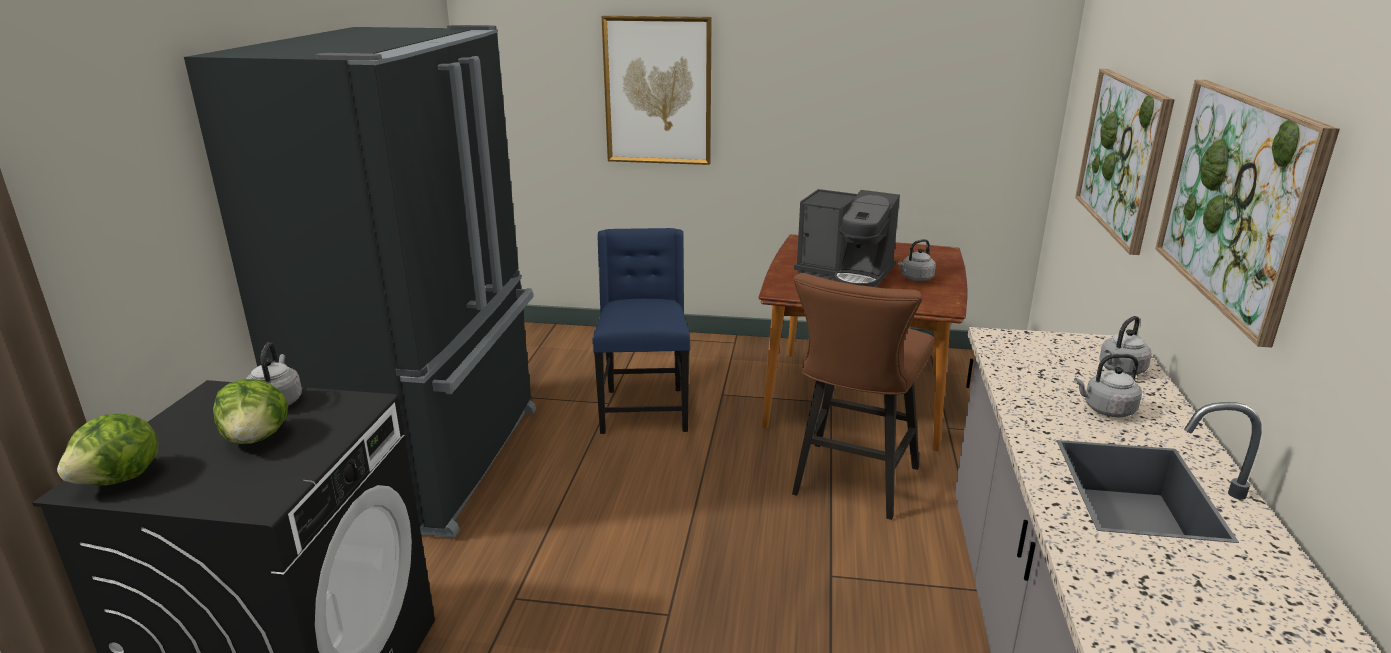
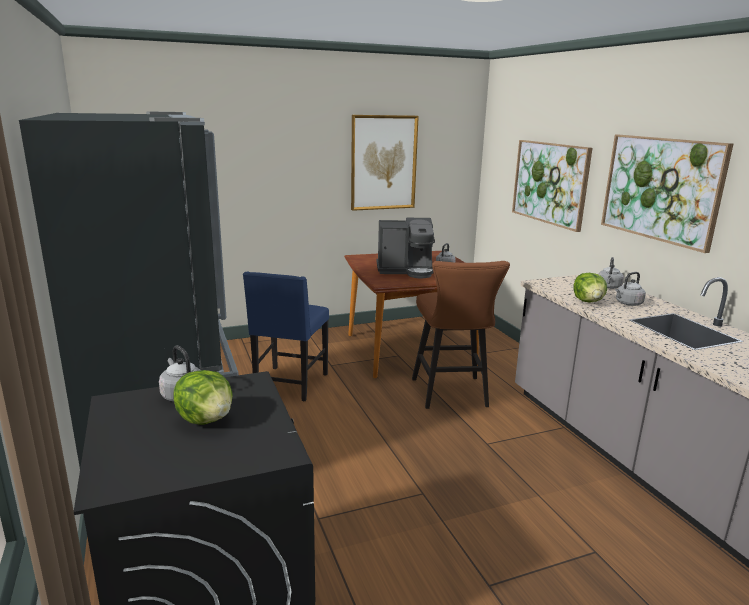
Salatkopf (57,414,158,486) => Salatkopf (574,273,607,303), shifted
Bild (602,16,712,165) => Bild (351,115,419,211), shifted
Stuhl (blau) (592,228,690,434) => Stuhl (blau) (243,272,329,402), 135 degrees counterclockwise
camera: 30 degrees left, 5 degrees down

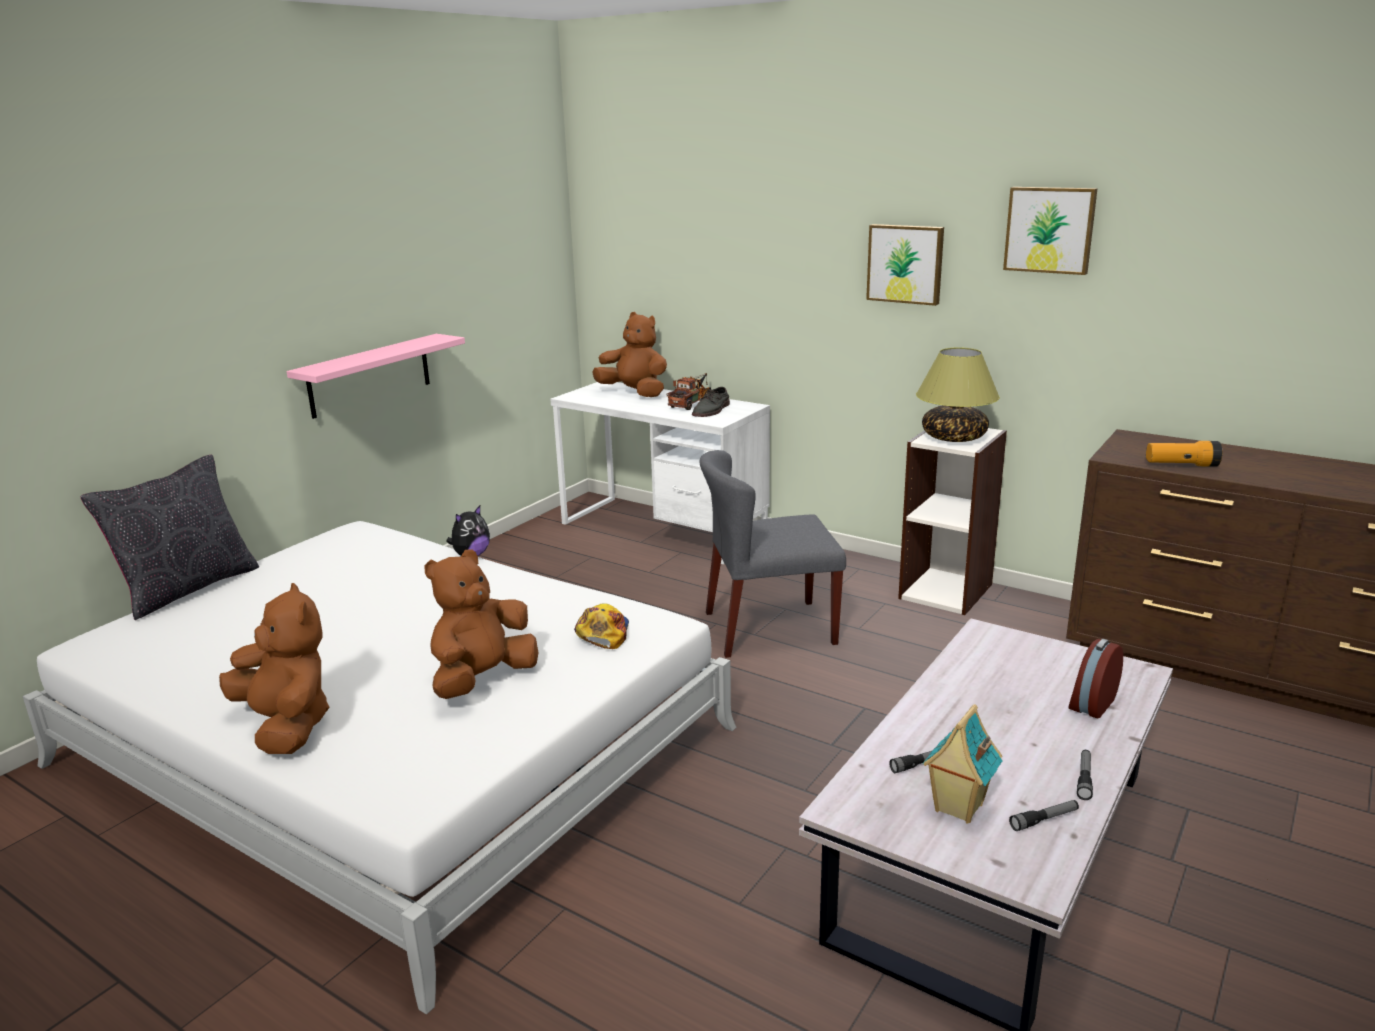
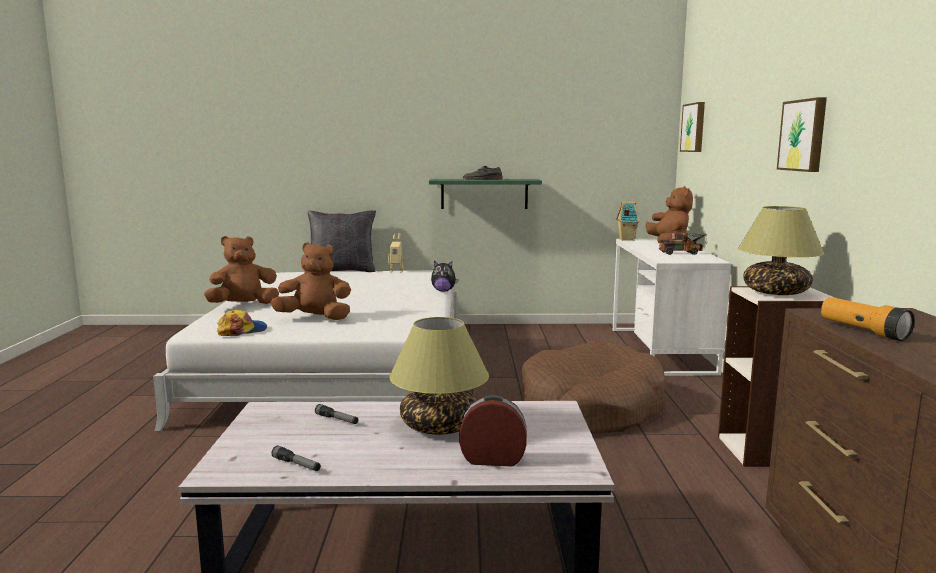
Taschenlampe (1077,750,1093,800) => nothing
nothing => Spielzeugroboter (388,233,403,273)
nothing => Tischlampe (389,317,489,435)
Kappe (574,603,629,649) => Kappe (217,310,267,336), shifted
Schuh (grau) (692,387,730,417) => Schuh (grau) (463,166,503,180), shifted
Spielzeughaus (923,704,1003,823) => Spielzeughaus (616,202,640,241), shifted
Bild (1003,187,1098,275) => Bild (680,102,705,152), shifted
Stuhl (grau) (699,450,846,658) => Hundebett (braun) (522,341,666,434)
Wandregal (rosa) (286,334,465,419) => Wandregal (grün) (429,179,542,209)
Plüschtier (braun) (219,583,330,754) => Plüschtier (braun) (204,236,279,304), 135 degrees counterclockwise
camera: 55 degrees right, 10 degrees down

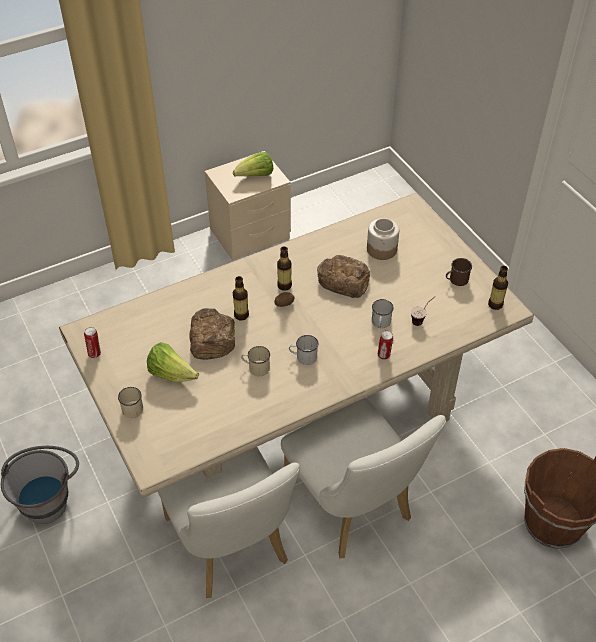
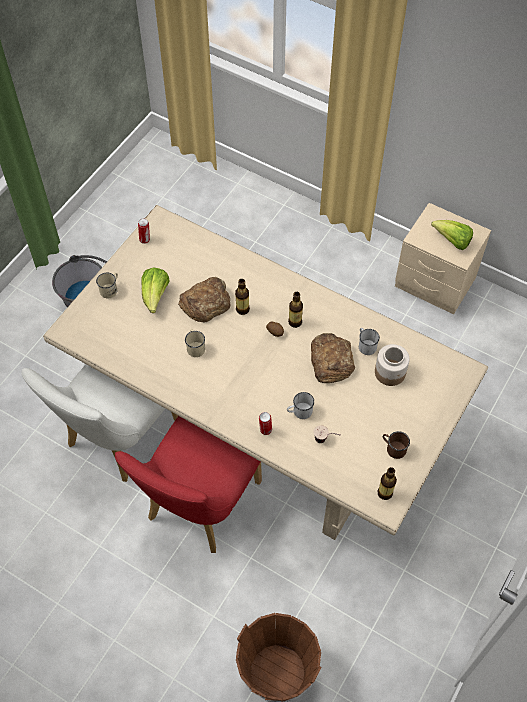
Henkelbecher (weiß) (289,335,318,365) => Henkelbecher (weiß) (359,328,380,355), shifted
Stuhl (weiß) (281,398,446,558) => Stuhl (rot) (115,416,262,553)
camera: 60 degrees right, 10 degrees up

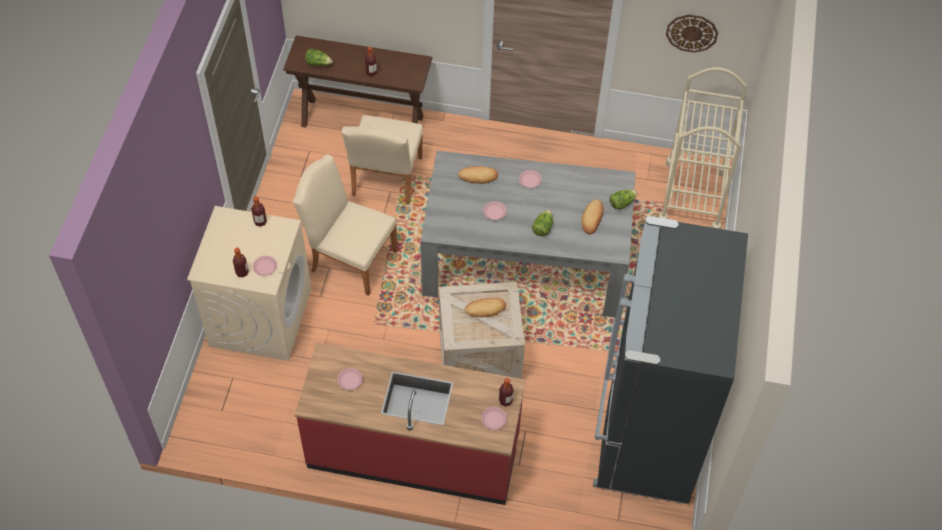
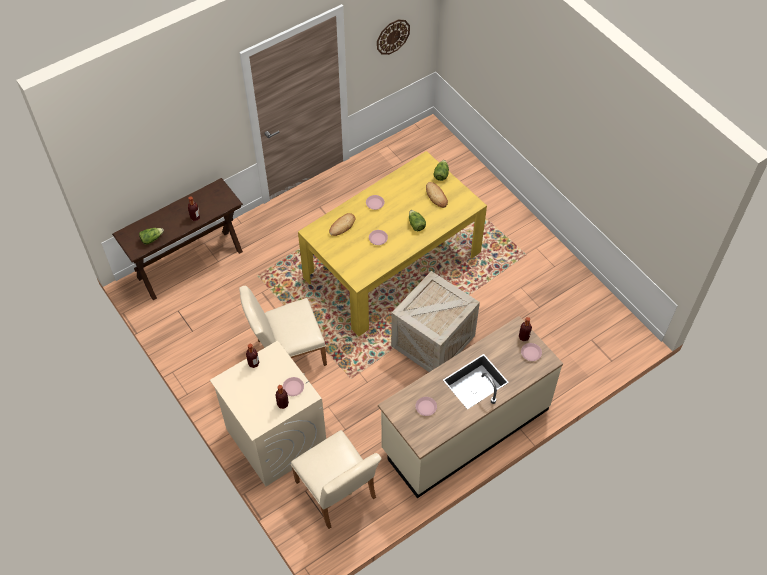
Brot (464,298,506,317) => nothing
Kühlschrank (schwarz) (593,216,748,504) => nothing
Rollwagen (beige) (658,67,747,229) => nothing
Stuhl (beige) (341,115,423,205) => Stuhl (beige) (291,430,382,529), shifted
Küchenzeile (rot) (295,343,526,505) => Küchenzeile (beige) (378,316,563,498)
Esstisch (grau) (420,151,636,318) => Esstisch (gelb) (298,151,487,337)
camera: 45 degrees left, 0 degrees up

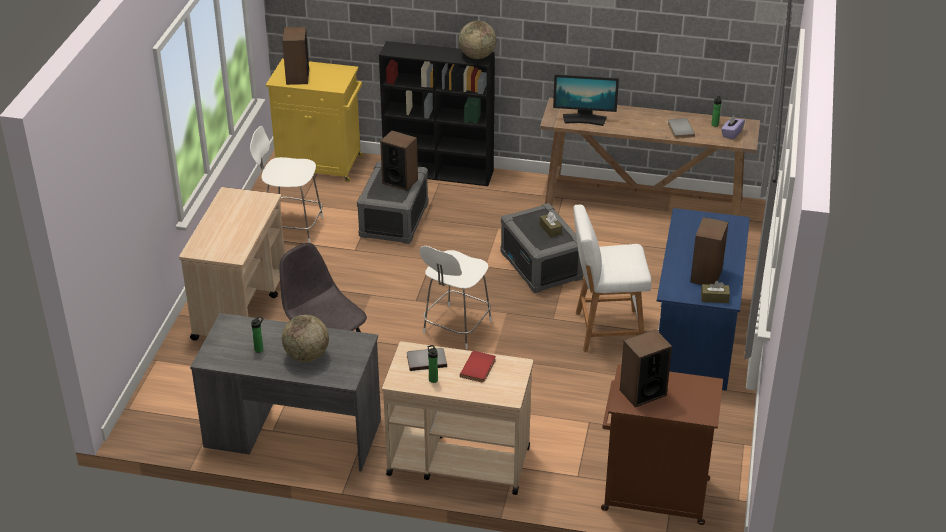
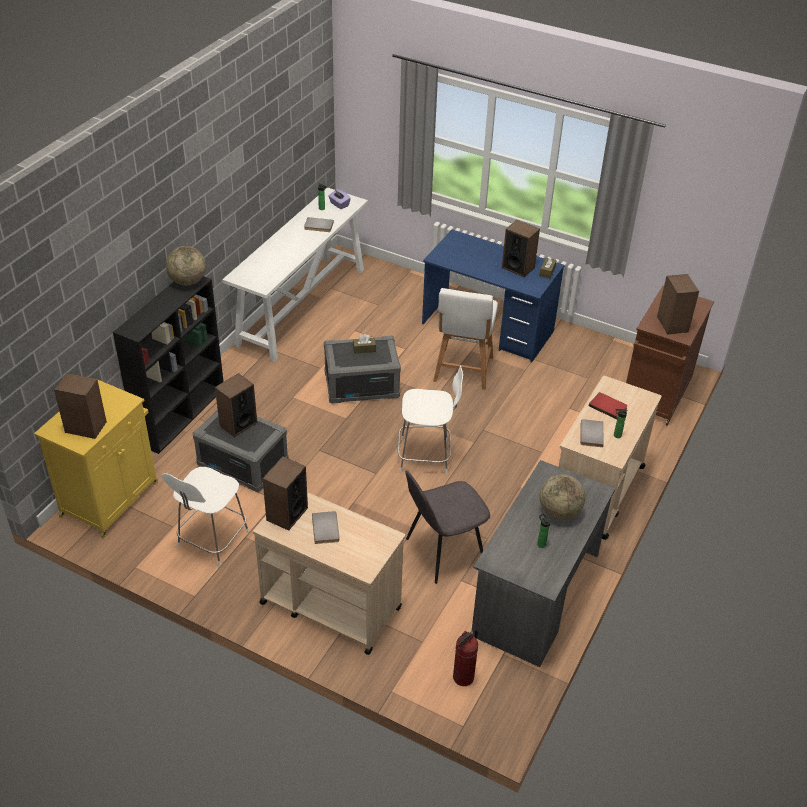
Monitor (553,74,619,126) => nothing
nothing => Lautsprecher (263,456,308,531)
nothing => Buch (grau) (312,511,339,544)
nothing => Feuerlöscher (453,629,478,686)
Konsolentisch (braun) (540,98,760,216) => Konsolentisch (weiß) (222,188,368,361)
Stuhl (weiß) (419,246,492,349) => Stuhl (weiß) (398,365,463,474), 45 degrees counterclockwise
camera: 75 degrees left, 5 degrees up

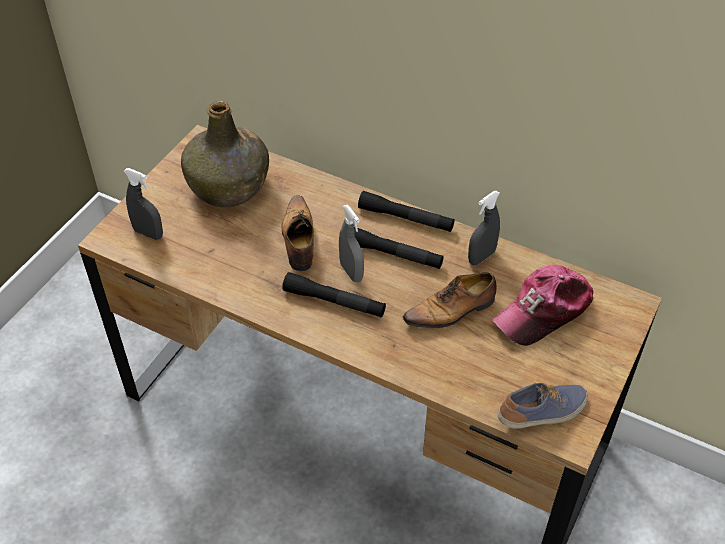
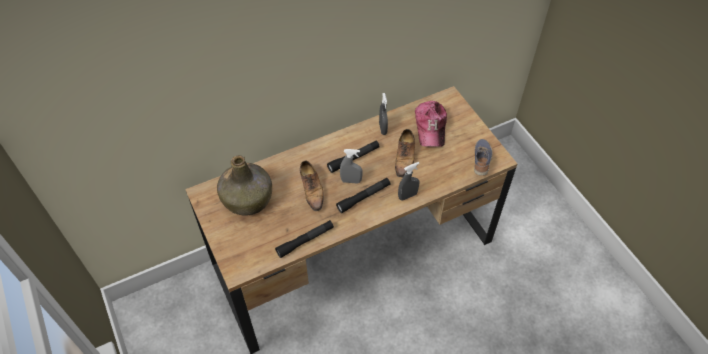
Sprühflasche (grau) (123,168,163,240) => Sprühflasche (grau) (398,162,420,201), shifted
Taschenlampe (schwarz) (358,191,455,232) => Taschenlampe (schwarz) (275,220,334,258), shifted
Schuh (281,195,314,271) => Schuh (300,161,324,211), 135 degrees counterclockwise
camera: 55 degrees left, 5 degrees up

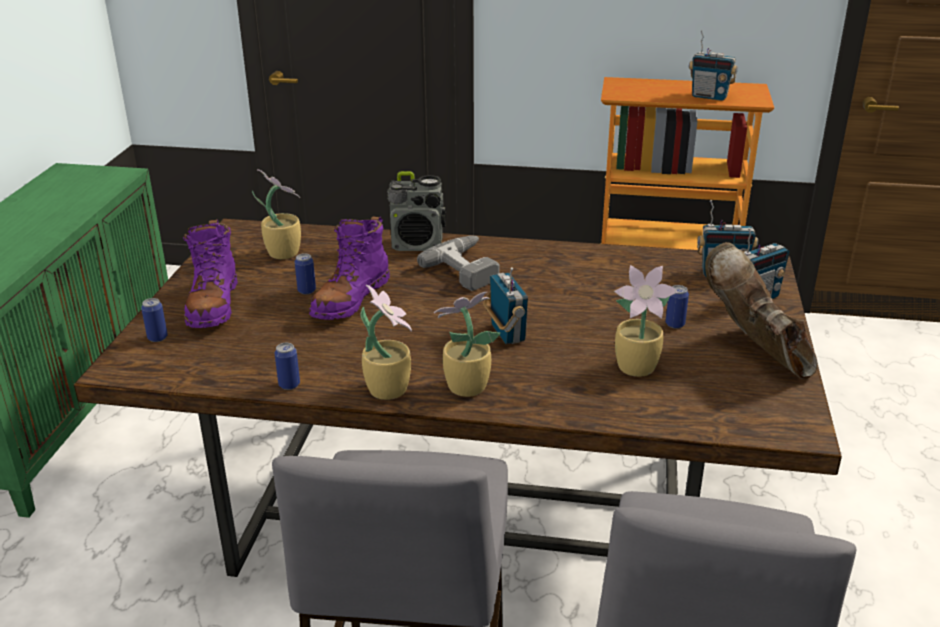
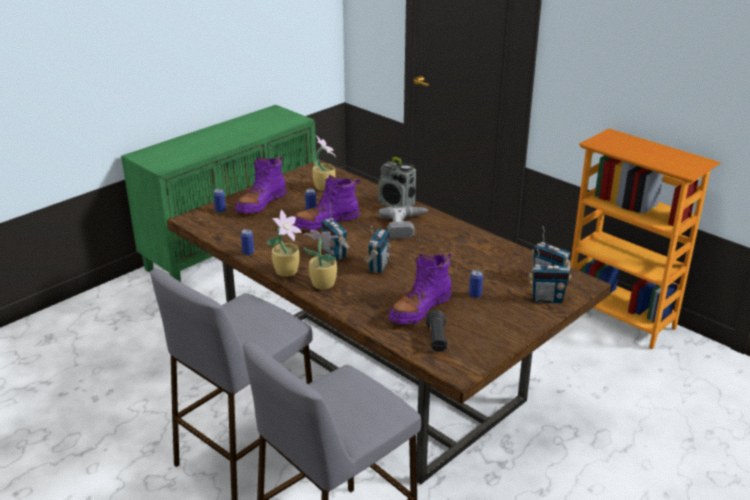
Stiefel (braun) (705,242,817,379) => nothing
nothing => Taschenlampe (schwarz) (426,310,447,352)
Radio (689,31,738,101) => Radio (321,203,351,260), shifted
Topfpflanze (614,265,678,377) => Stiefel (lila) (389,252,452,324)
camera: 35 degrees right, 0 degrees up

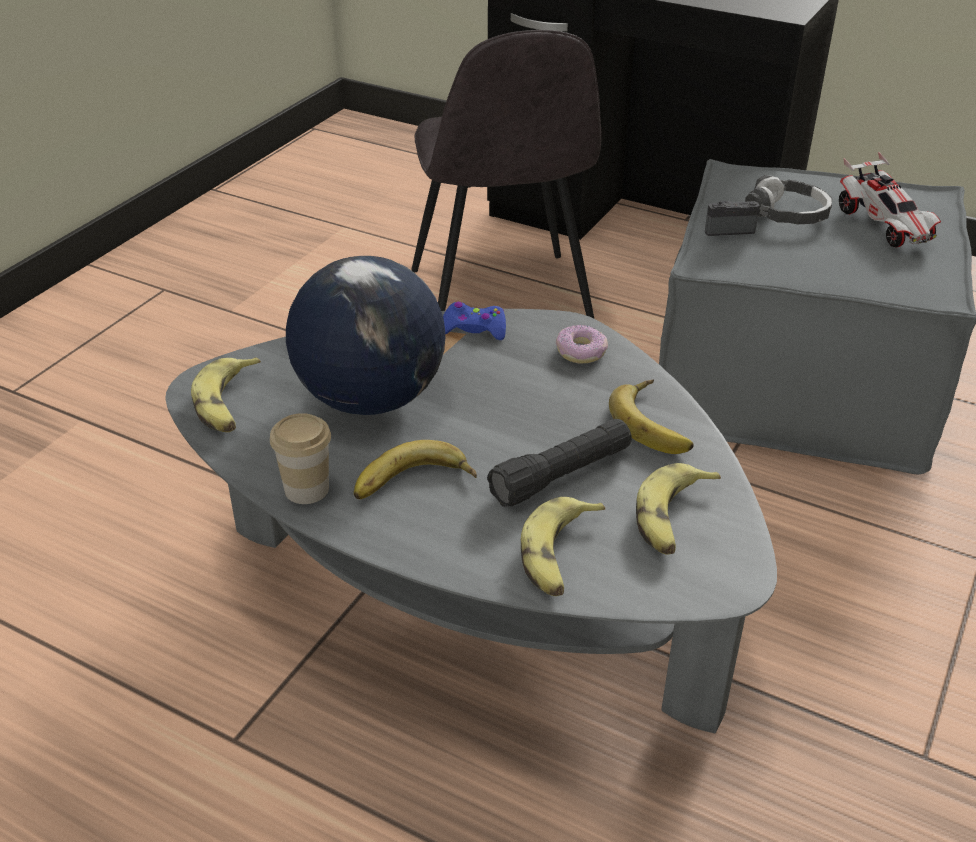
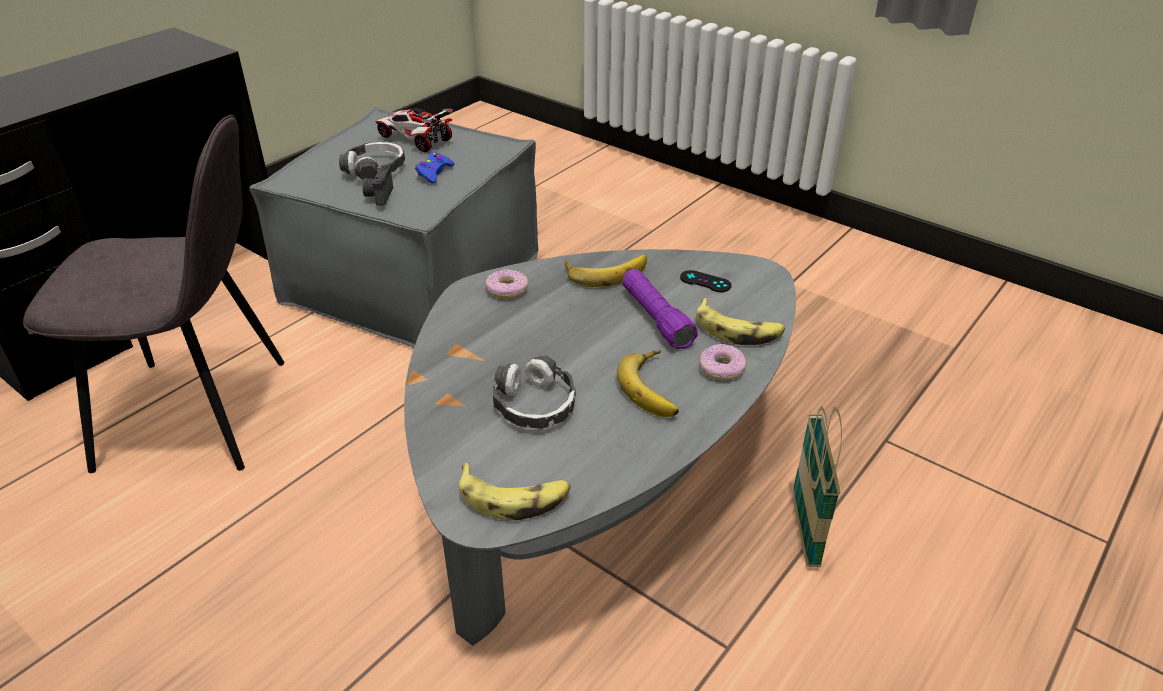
Tasse (270,413,331,504) => nothing
nothing => Donut (699,344,746,381)
nothing => Korb (793,406,842,567)
Gamepad (blau) (443,302,506,340) => Gamepad (blau) (415,152,455,184), shifted
Globus (286,256,445,415) => Kopfhörer (493,355,576,429)
Banane (636,463,721,555) => Gamepad (schwarz) (680,270,732,292)
Taschenlampe (schwarz) (487,419,632,507) => Taschenlampe (lila) (622,269,698,349)
Spielzeugauto (839,152,941,248) => Spielzeugauto (375,108,453,152), 135 degrees counterclockwise
camera: 80 degrees left, 0 degrees up

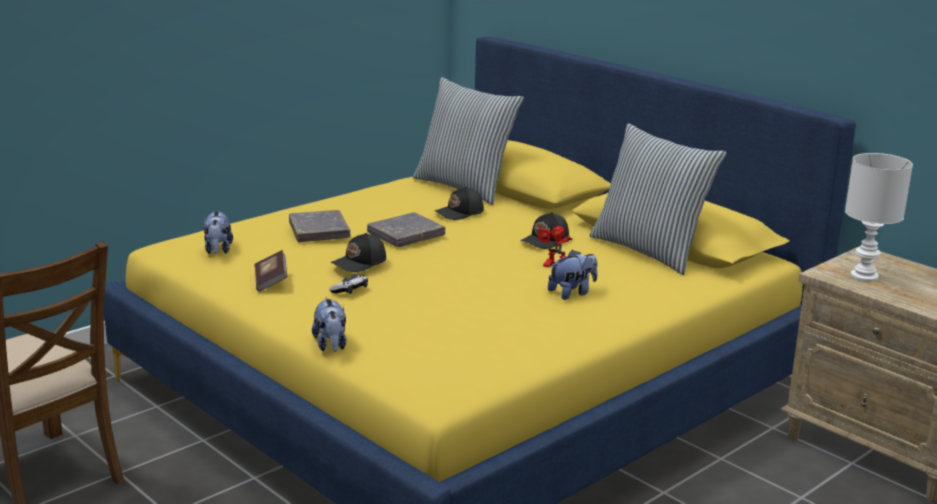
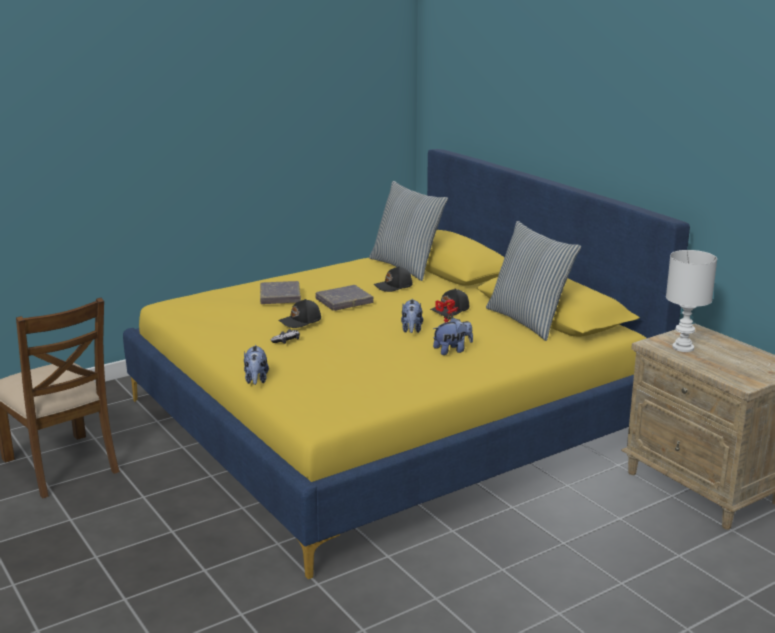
Buch (255,250,287,292) => nothing
Plüschtier (204,210,233,254) => Plüschtier (401,299,423,333), shifted
camera: 10 degrees right, 0 degrees up

